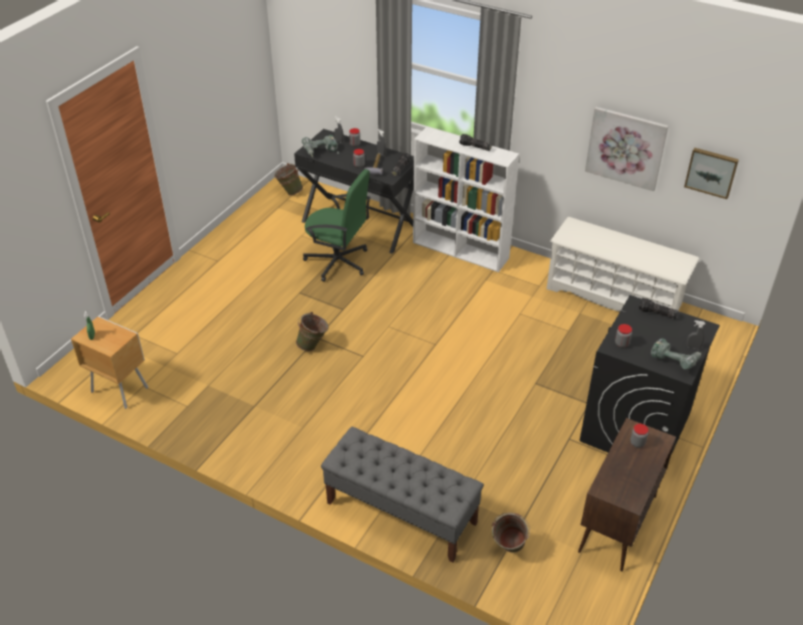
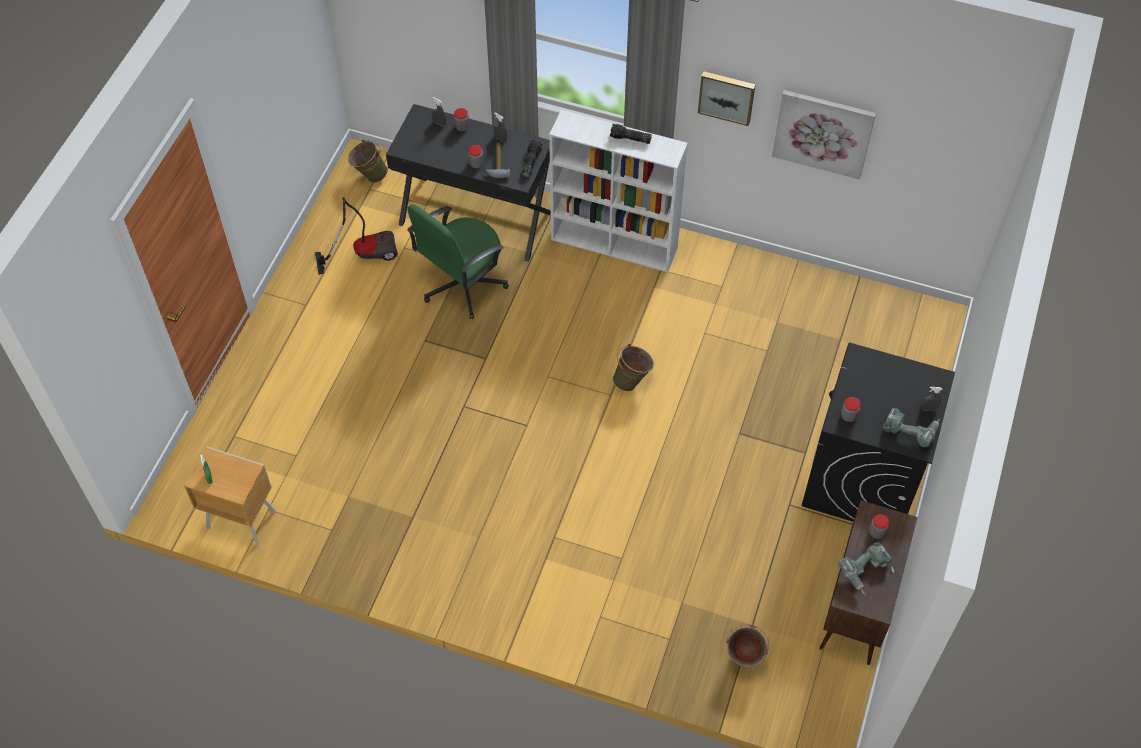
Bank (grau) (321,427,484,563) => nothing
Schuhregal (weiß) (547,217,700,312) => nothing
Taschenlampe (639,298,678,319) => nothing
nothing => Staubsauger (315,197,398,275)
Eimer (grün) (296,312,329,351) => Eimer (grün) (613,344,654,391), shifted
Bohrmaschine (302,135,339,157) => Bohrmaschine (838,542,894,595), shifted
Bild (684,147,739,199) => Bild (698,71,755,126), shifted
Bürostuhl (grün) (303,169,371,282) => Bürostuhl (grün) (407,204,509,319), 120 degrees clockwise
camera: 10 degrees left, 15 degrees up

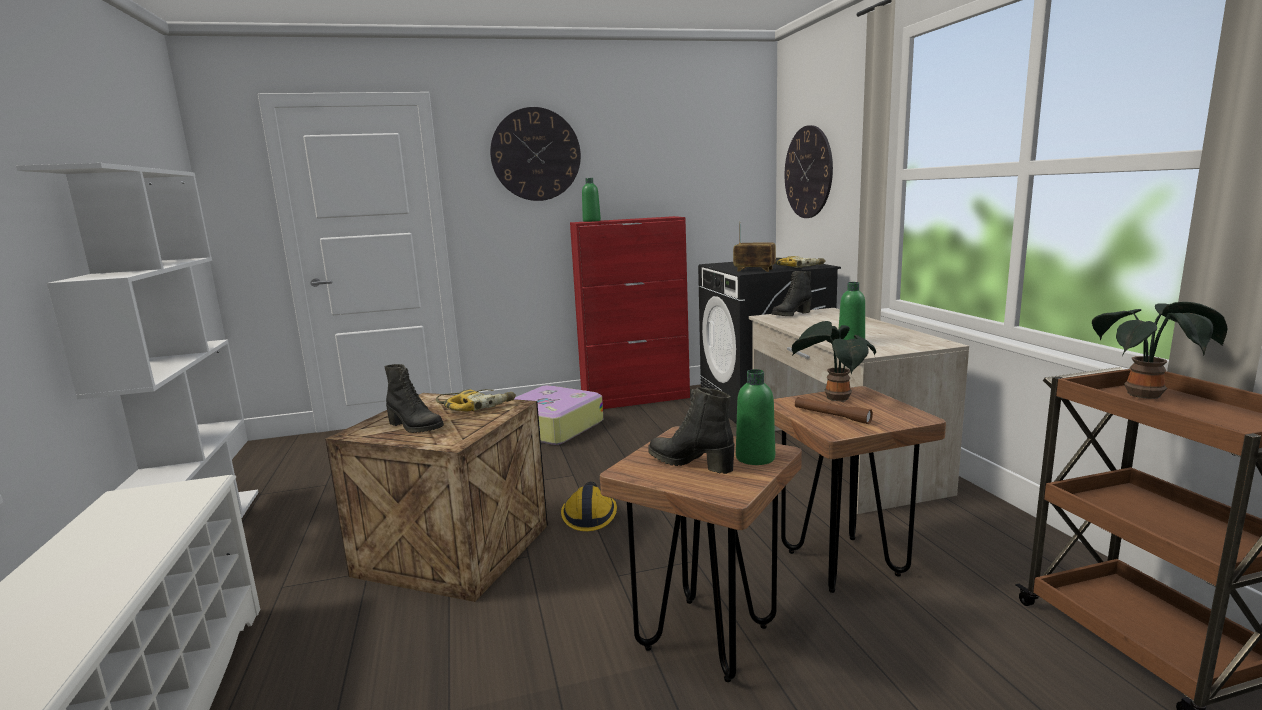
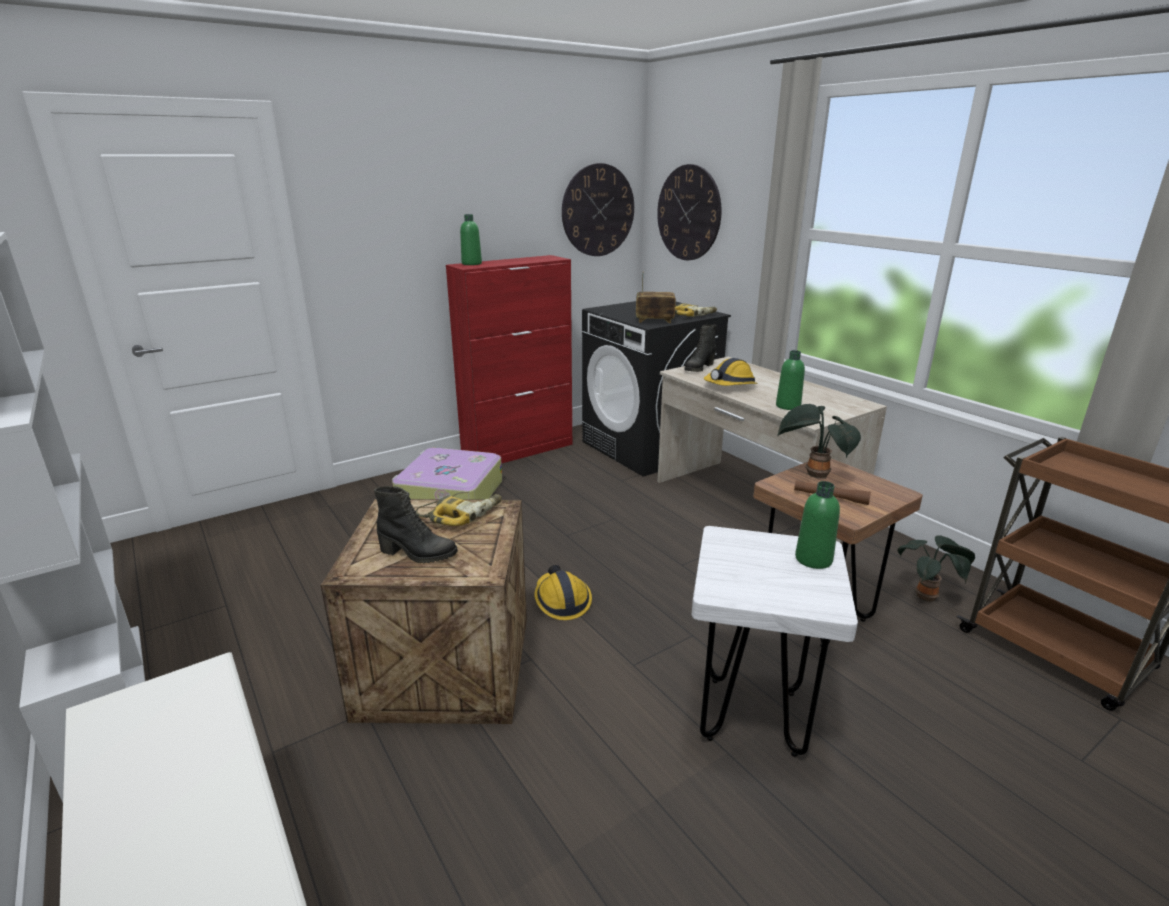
Stiefel (schwarz) (648,387,734,474) => nothing
nothing => Schutzhelm (704,358,757,386)
Wanduhr (490,107,581,201) => Wanduhr (562,163,634,256), shifted
Topfpflanze (1092,302,1228,399) => Topfpflanze (898,535,975,602), shifted
Hocker (braun) (600,426,802,682) => Hocker (weiß) (692,526,858,757)
camera: 20 degrees left, 10 degrees up

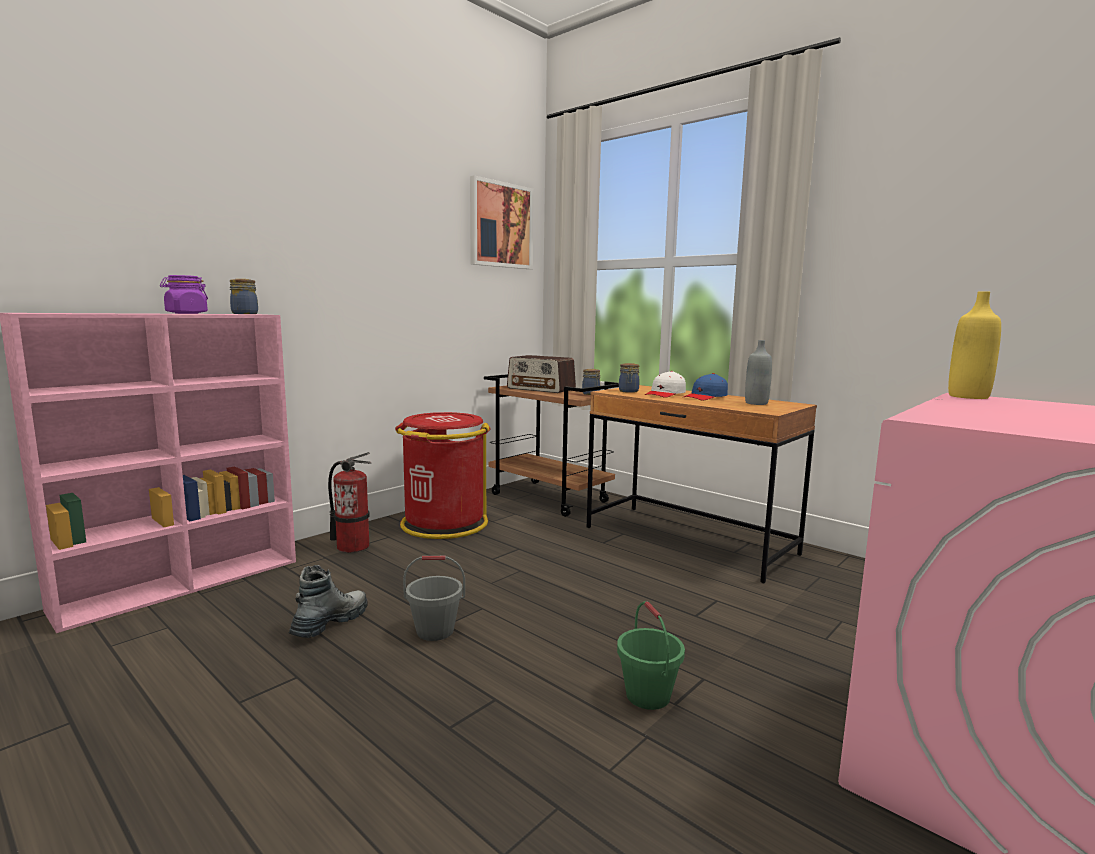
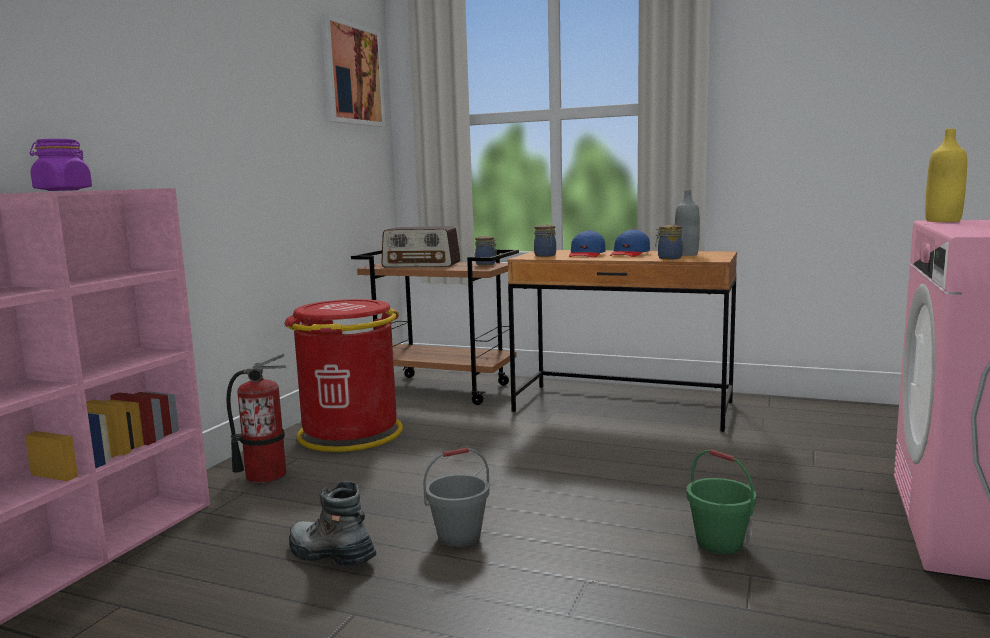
Vorratsglas (230,279,258,314) => Vorratsglas (655,225,683,259), shifted
Kappe (weiß) (645,371,686,398) => Kappe (blau) (569,230,605,258)
Stiefel (289,565,368,638) => Stiefel (289,481,376,567), 60 degrees counterclockwise
camera: 20 degrees left, 0 degrees up

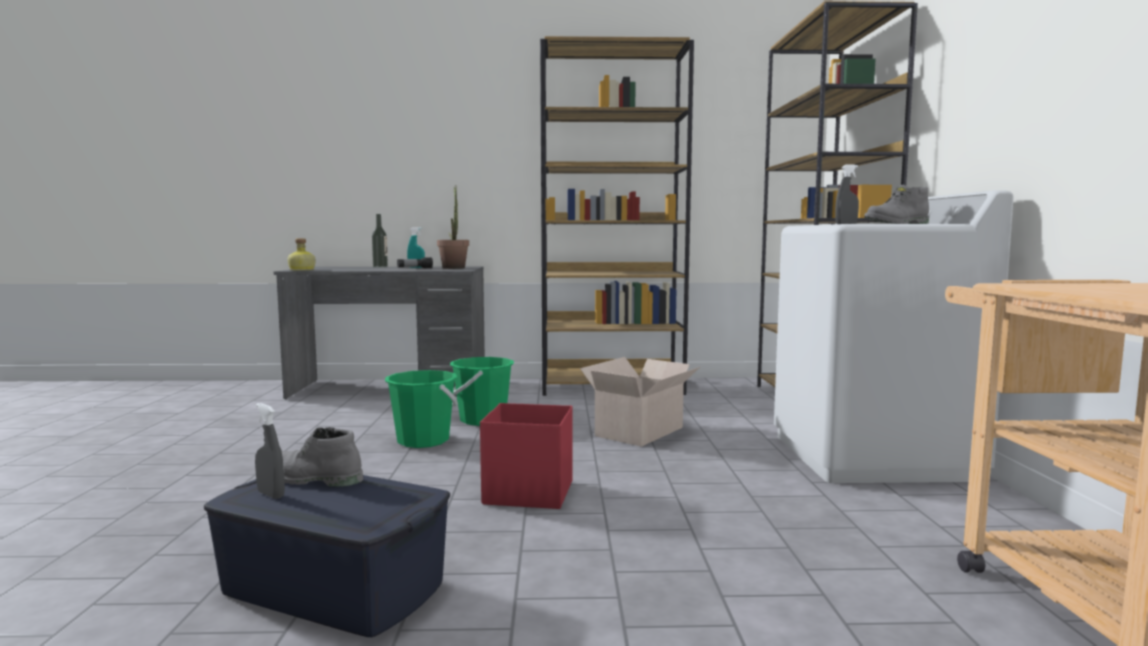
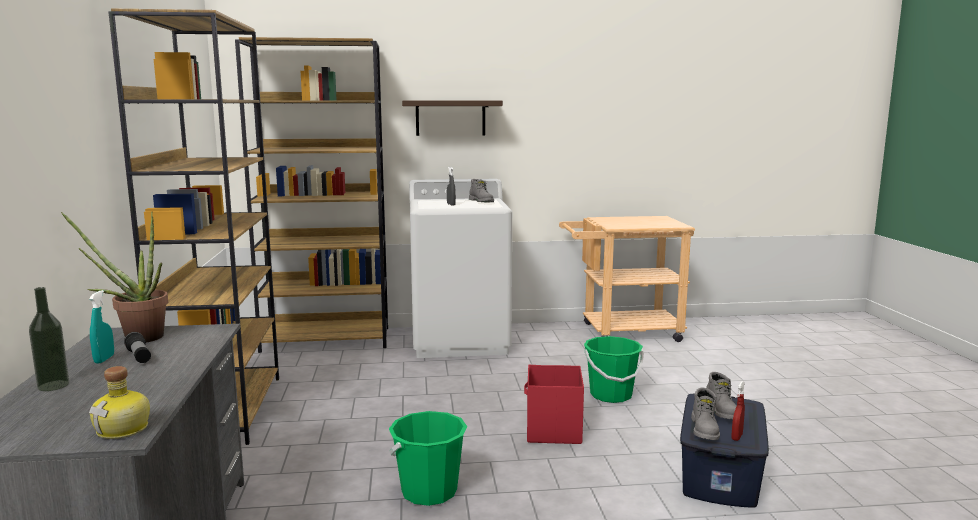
Karton (580,357,700,447) => nothing
nothing => Wandregal (402,101,503,136)
nothing => Stiefel (grau) (706,372,737,420)
Eimer (grün) (450,357,514,426) => Eimer (grün) (584,336,644,403), shifted
Sprühflasche (grau) (255,403,285,499) => Sprühflasche (rot) (731,381,745,441)
camera: 95 degrees left, 5 degrees up

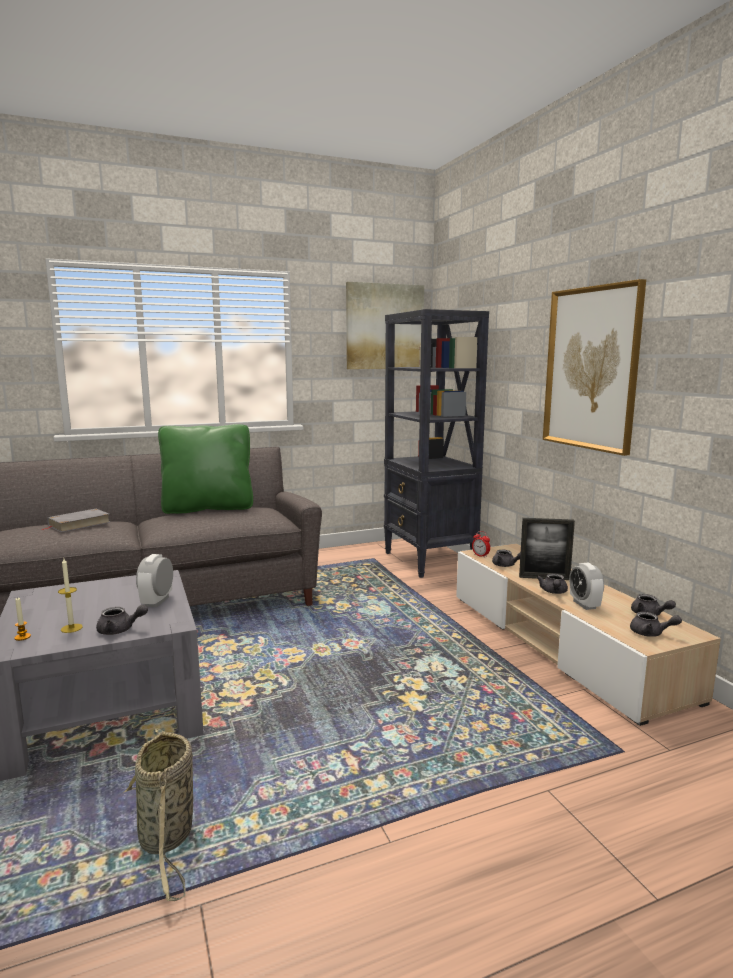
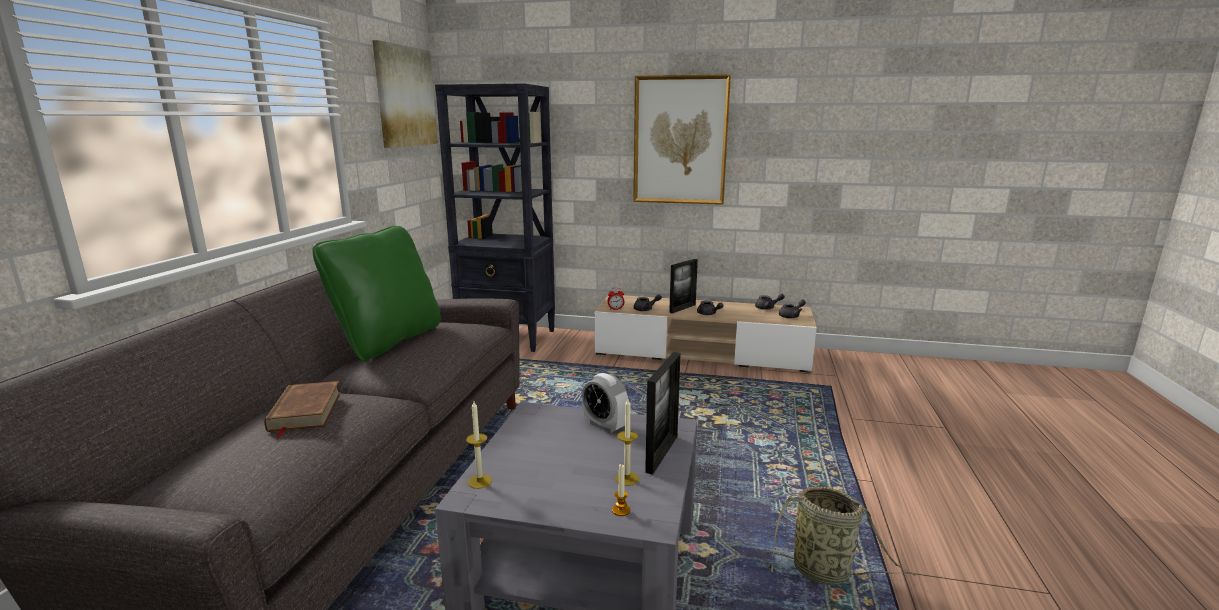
Wecker (569,563,604,610) => nothing
nothing => Kerze (466,401,492,489)
Teekanne (grau) (96,604,148,635) => Bilderrahmen (645,352,681,475)
Buch (grau) (42,509,111,532) => Buch (braun) (264,381,341,439)
camera: 55 degrees left, 5 degrees up

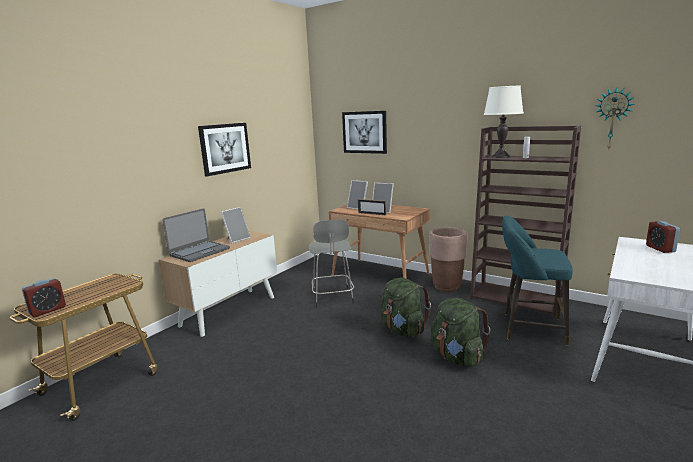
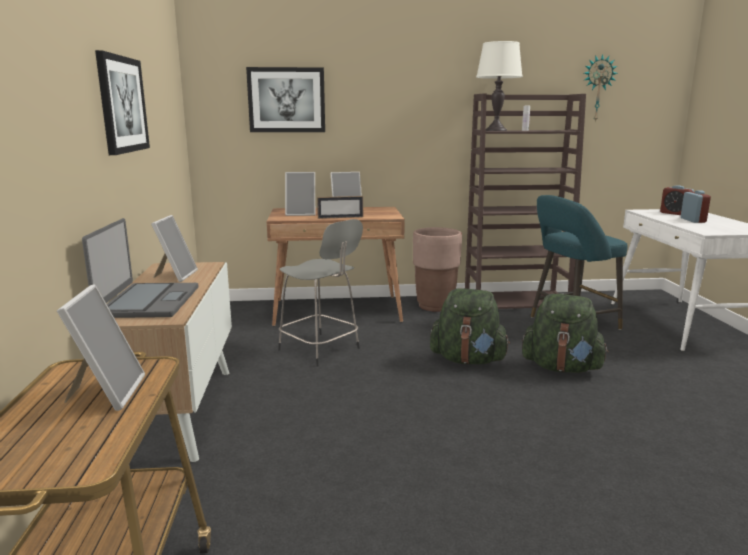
nothing => Bilderrahmen (57,284,145,411)
Wecker (22,278,66,317) => Wecker (681,190,711,223), shifted
camera: 40 degrees left, 0 degrees up

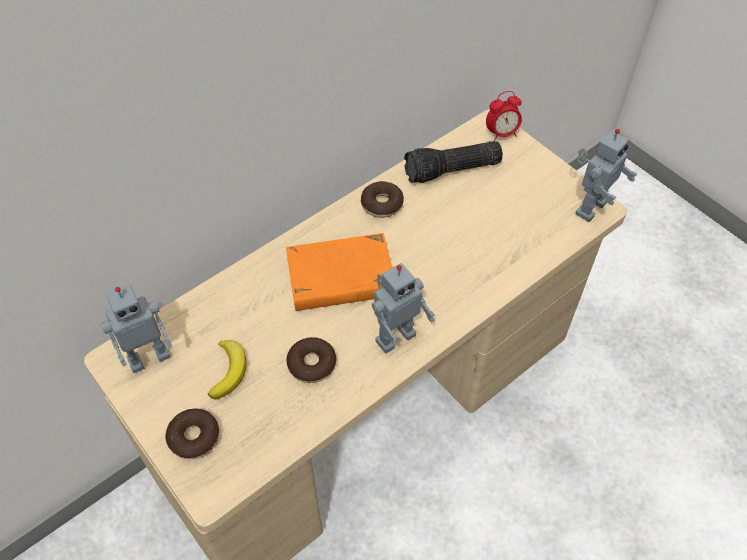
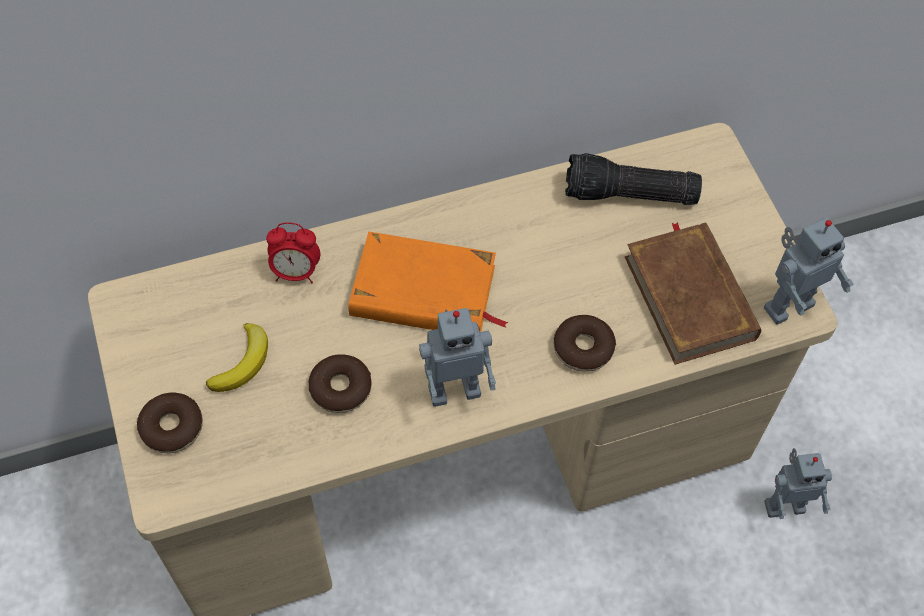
nothing => Buch (braun) (625,222,761,365)
Spielzeugroboter (101,285,172,373) => Spielzeugroboter (764,448,832,519), shifted
Donut (361,181,404,218) => Donut (554,315,616,372), shifted
Wecker (486,91,522,141) => Wecker (266,223,320,283), shifted
camera: 20 degrees right, 5 degrees up

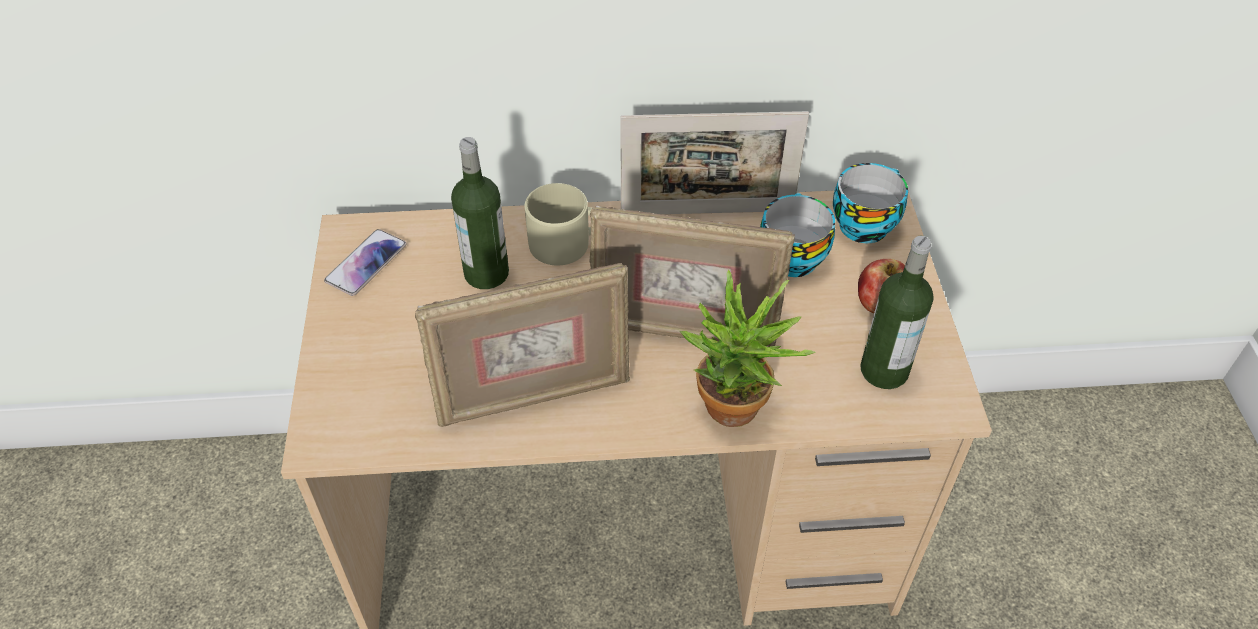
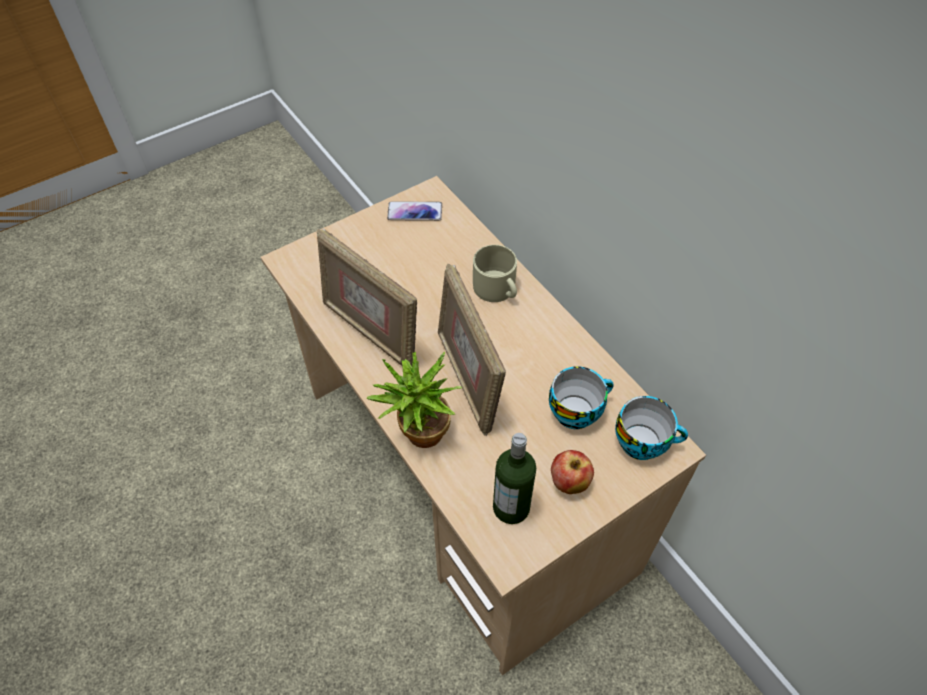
Flasche (451,137,509,289) => nothing
Bilderrahmen (620,111,809,214) => nothing
camera: 60 degrees right, 5 degrees up

